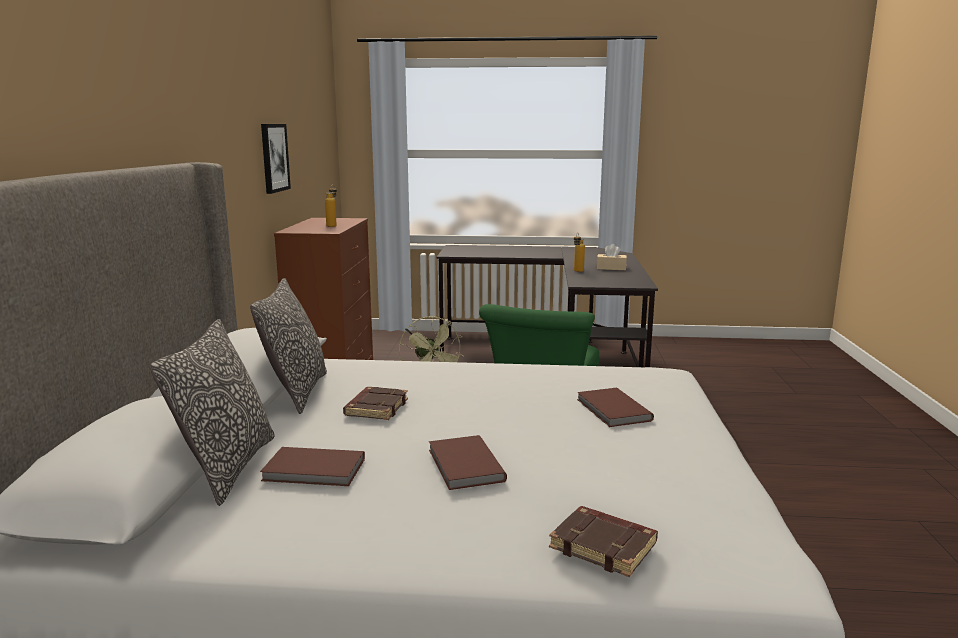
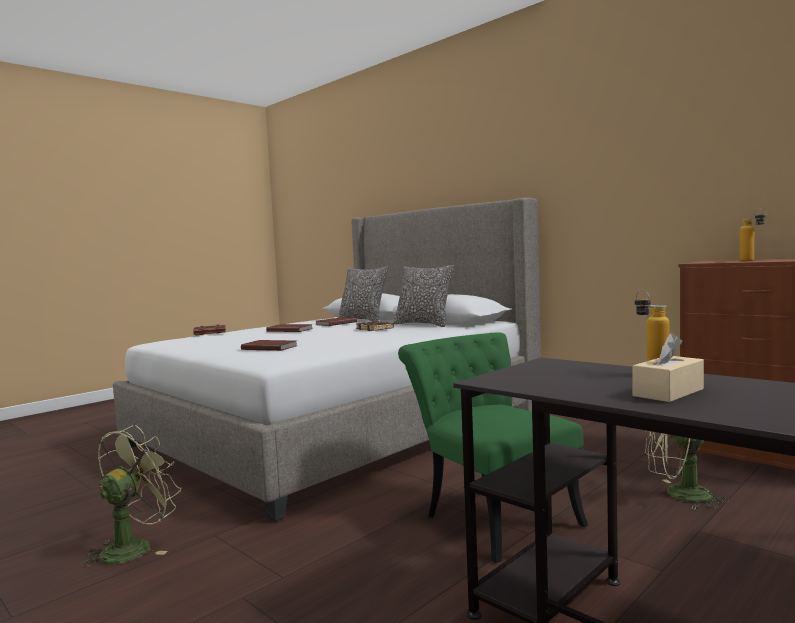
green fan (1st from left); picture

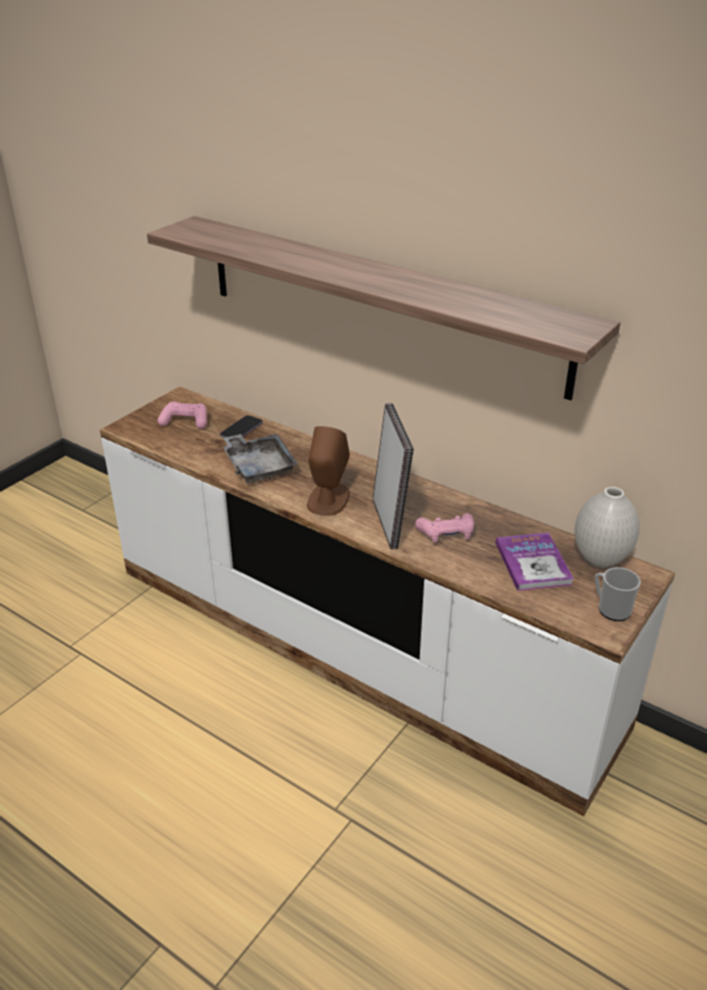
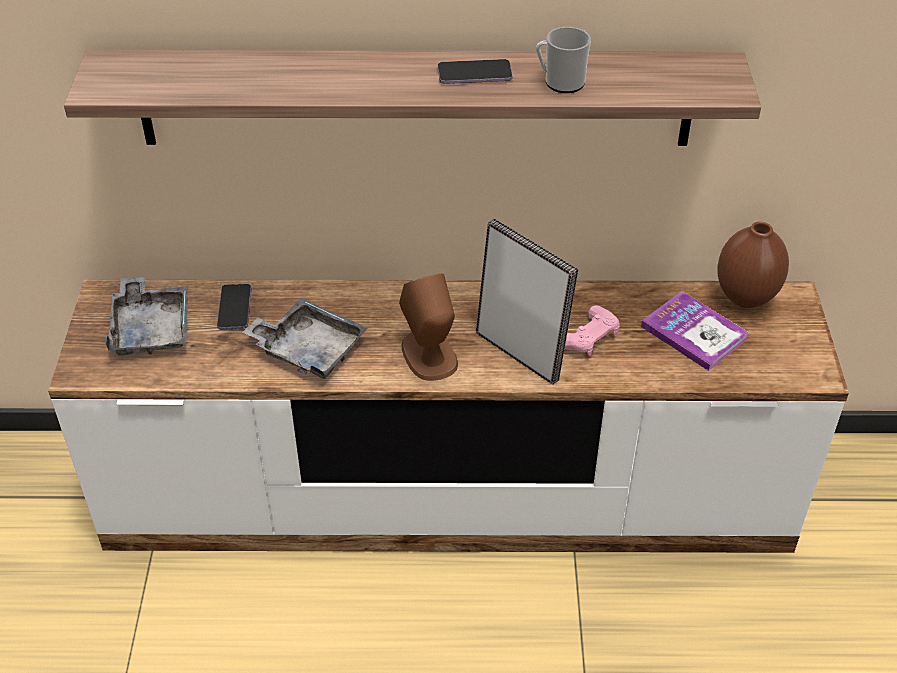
grey tray (1st from left); phone (2nd from left); mug; brown vase

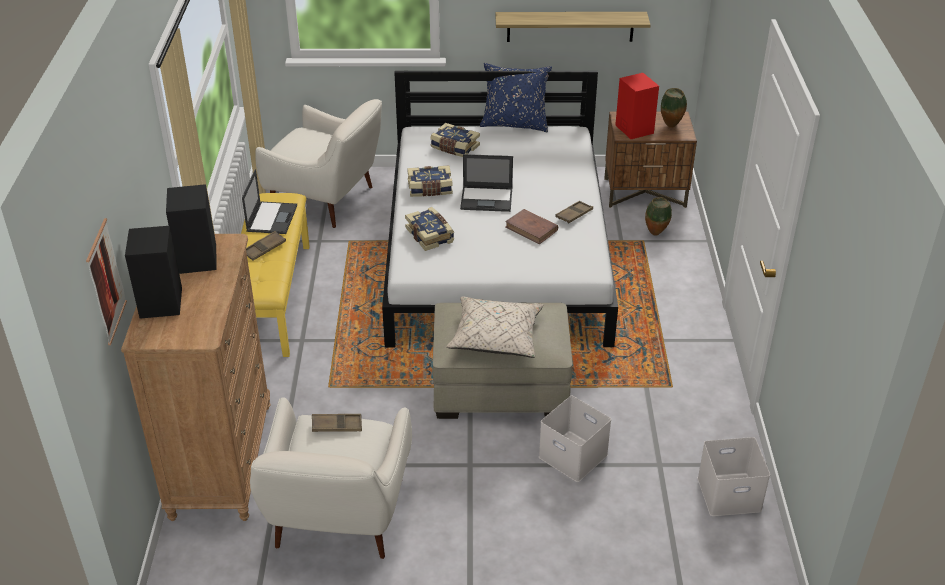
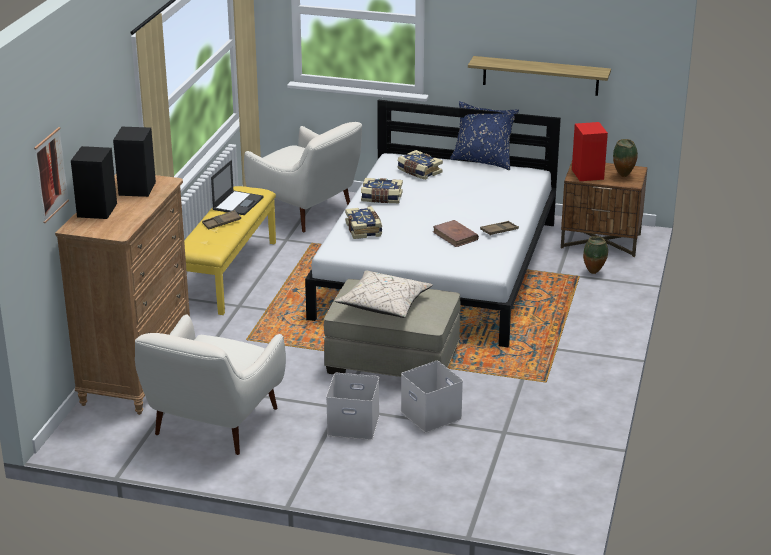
white storage box (1st from left); brown tray (2nd from left in the first image); laptop (2nd from left in the first image)

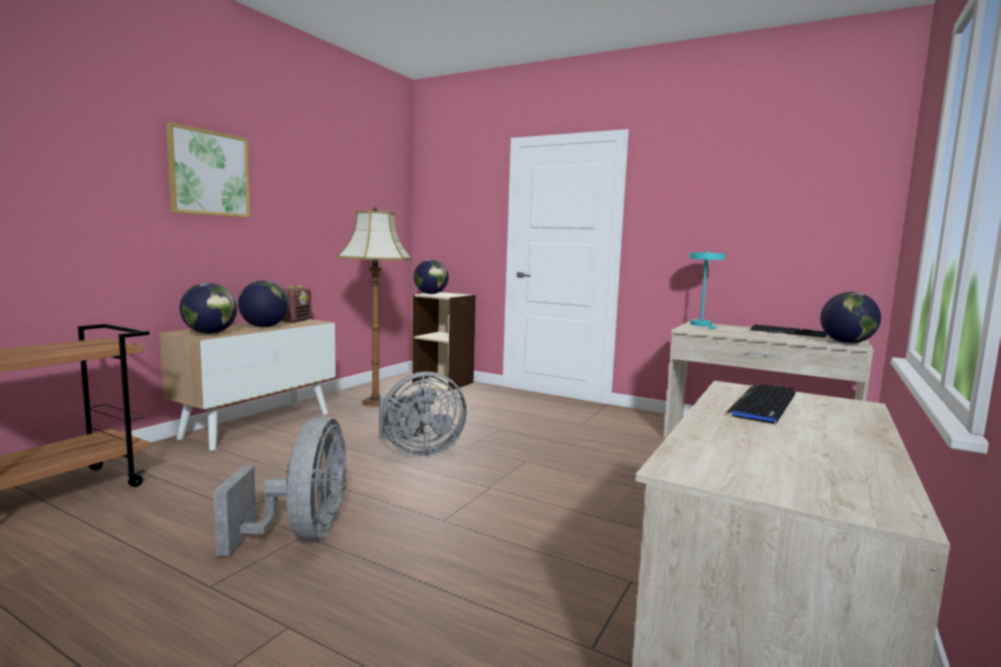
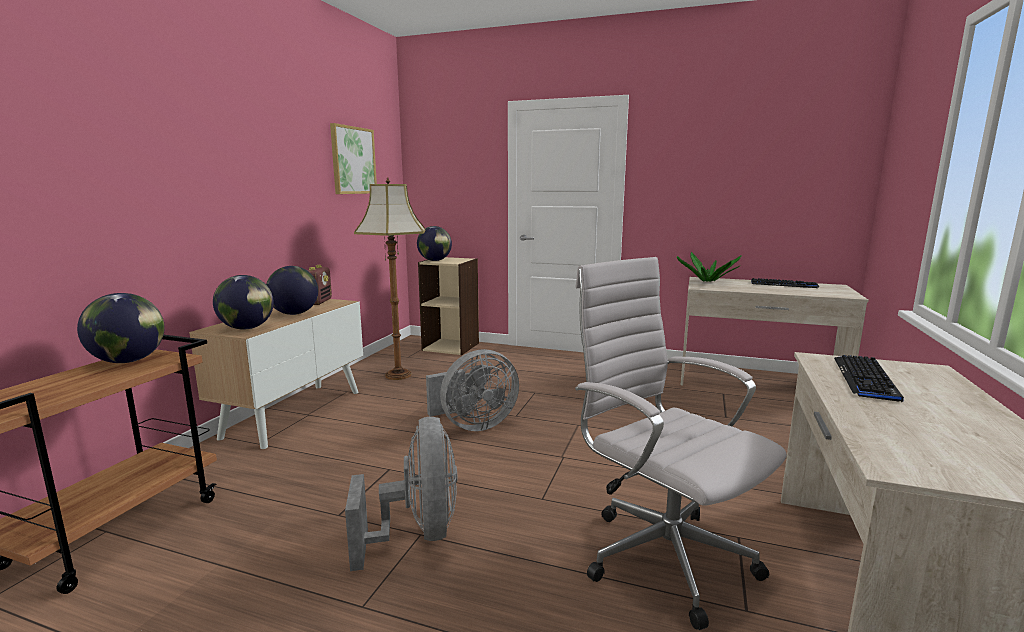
globe (1st from left); picture; white office chair; potted plant

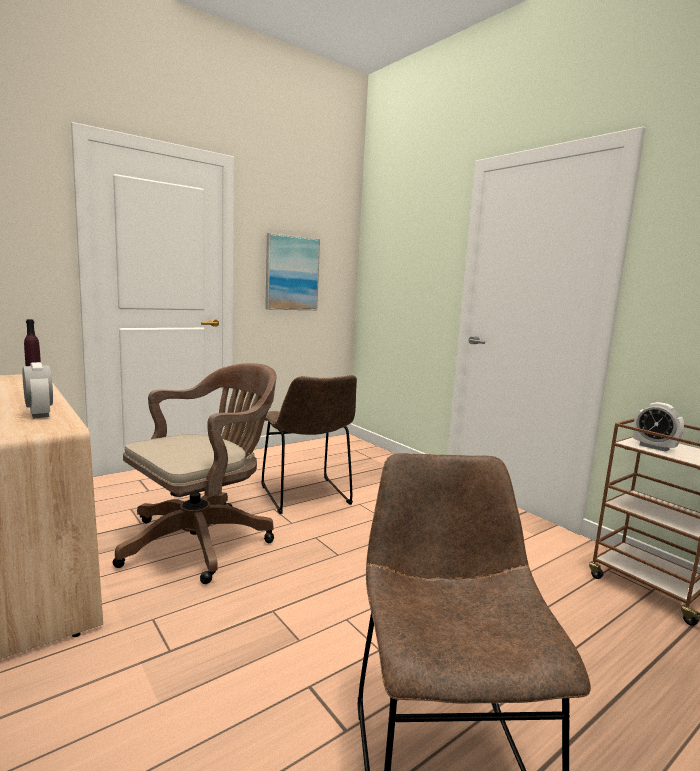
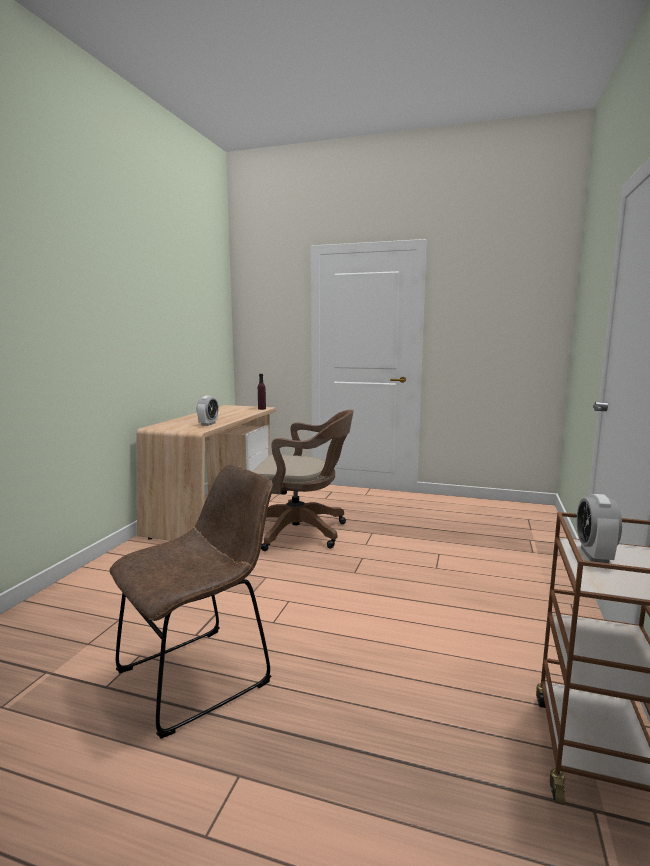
brown chair (1st from left in the first image); picture

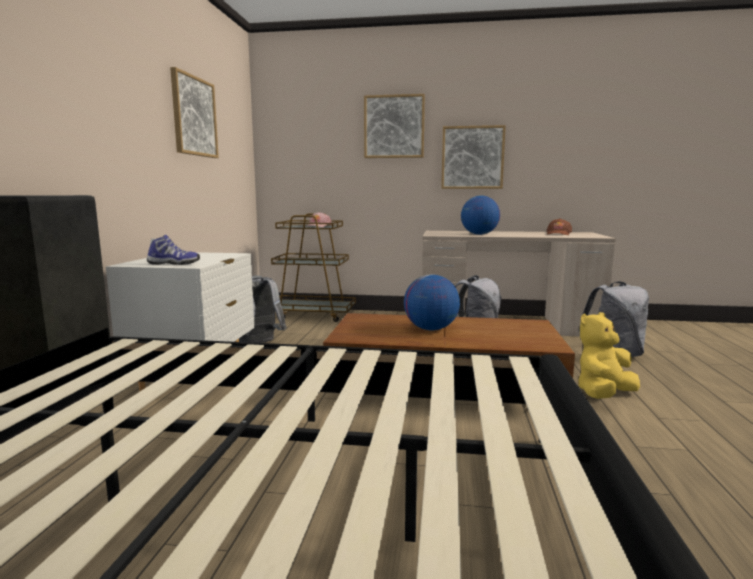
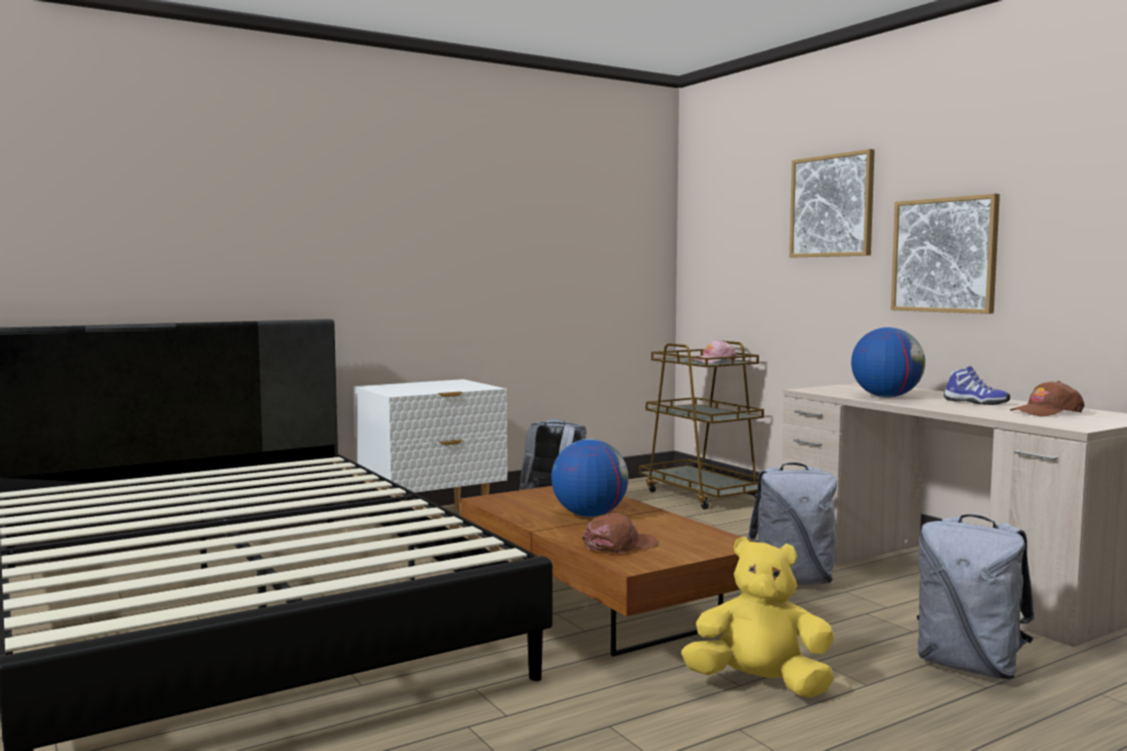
brown cap (1st from left); shoe; picture (1st from left in the first image)

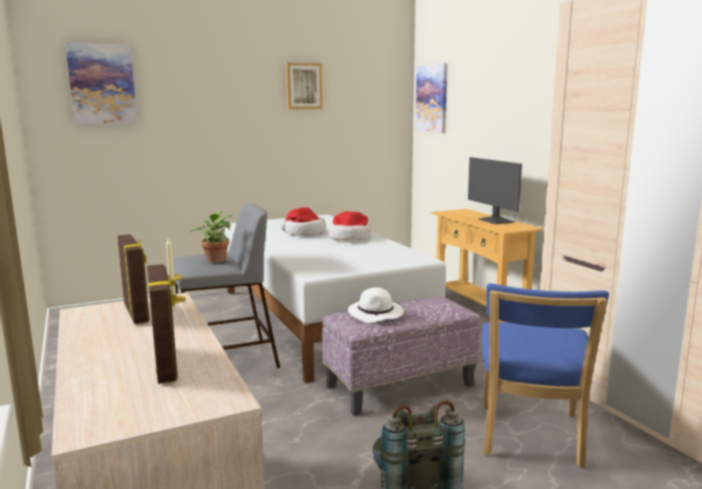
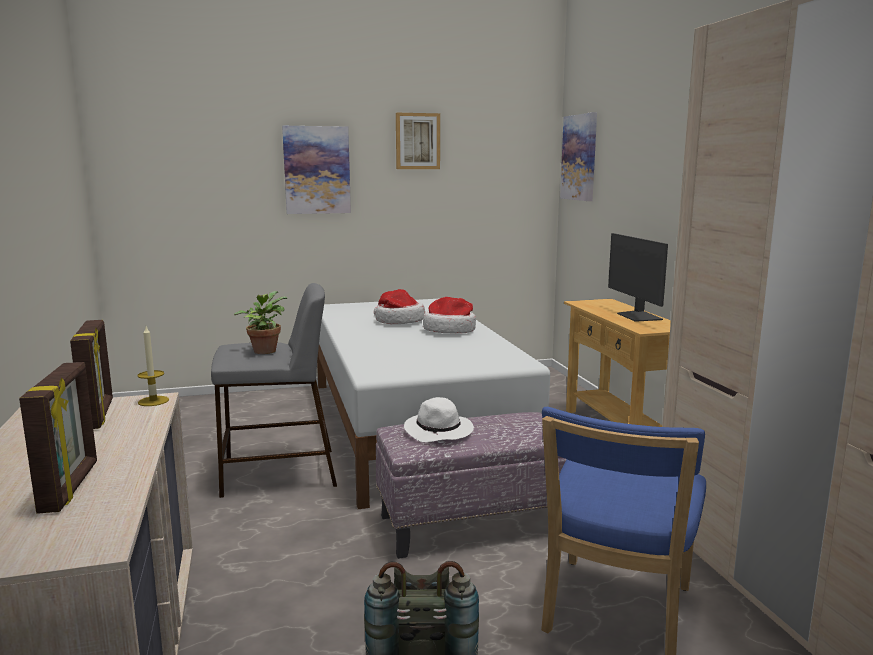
picture (1st from left)

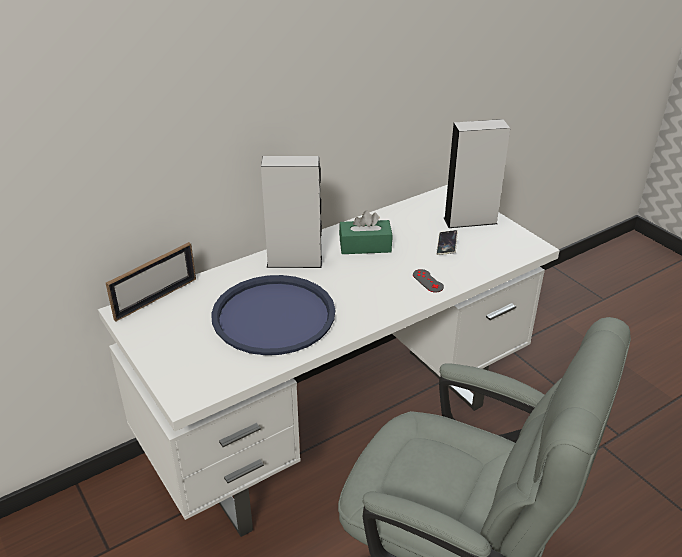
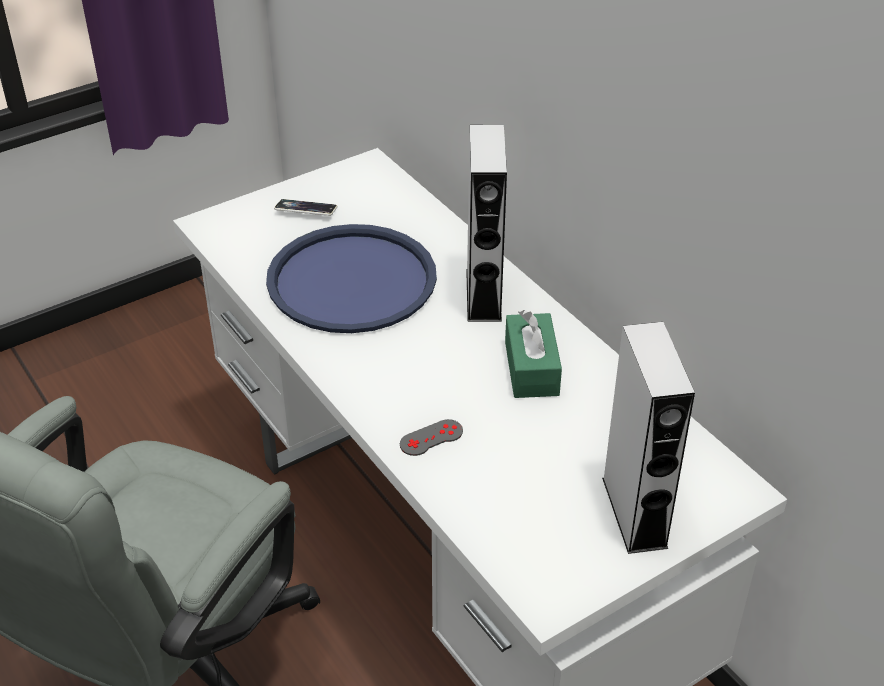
phone; picture frame

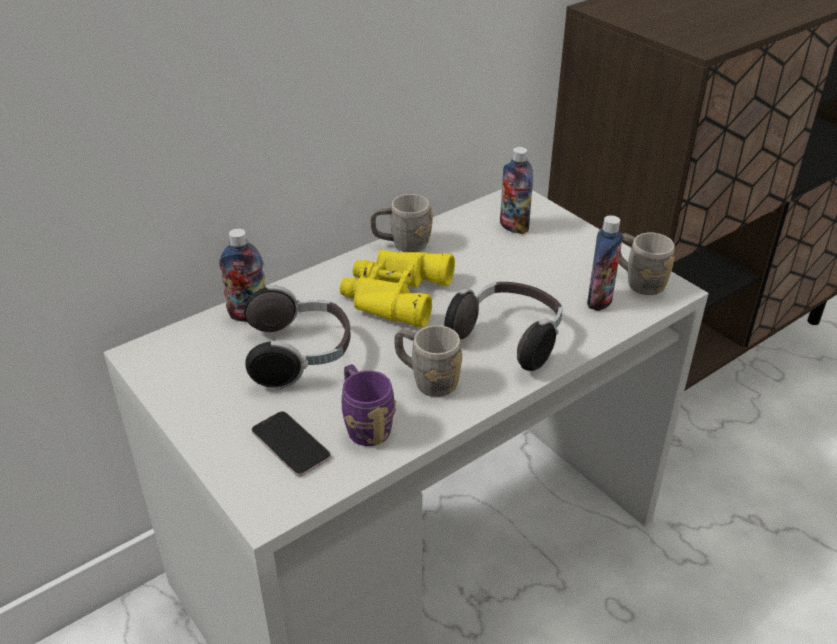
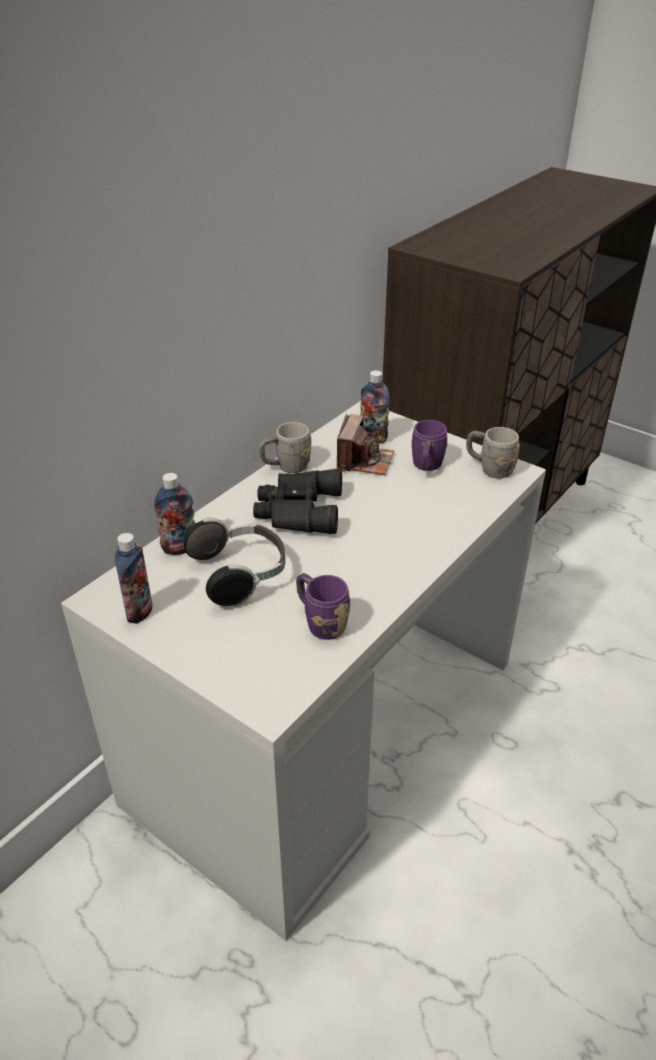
bottle (1st from left); black binoculars; photo camera; purple mug (2nd from left); phone; grey mug (2nd from left in the first image); headphones (2nd from left in the first image)

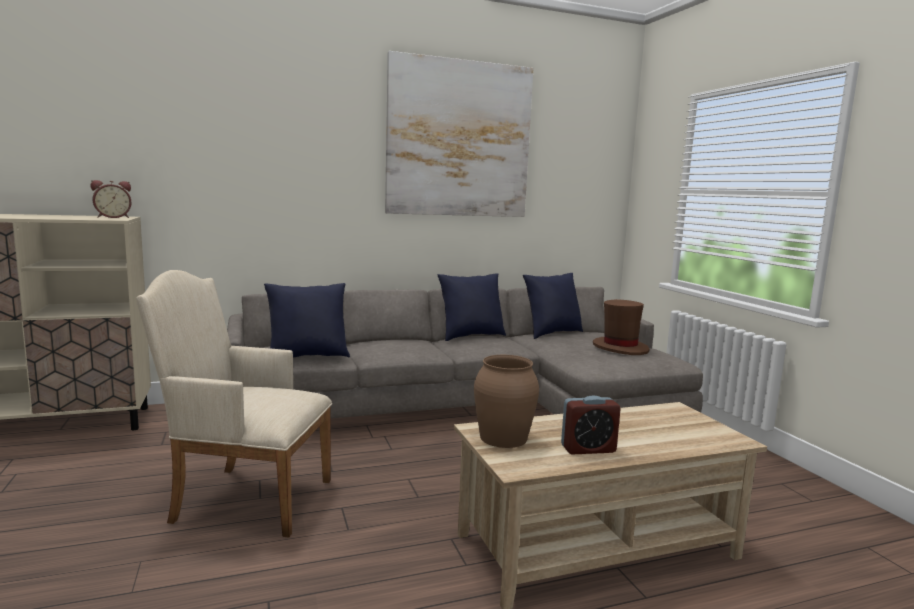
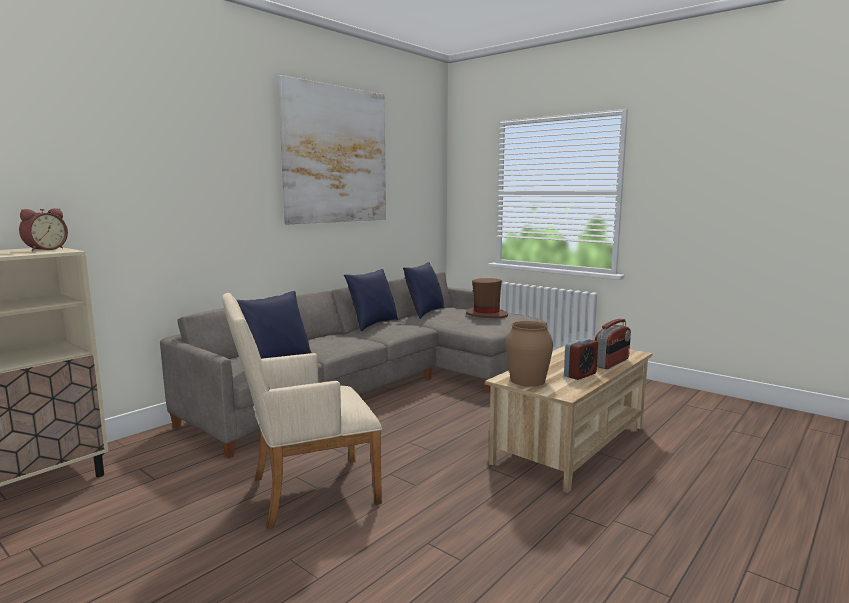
radio

